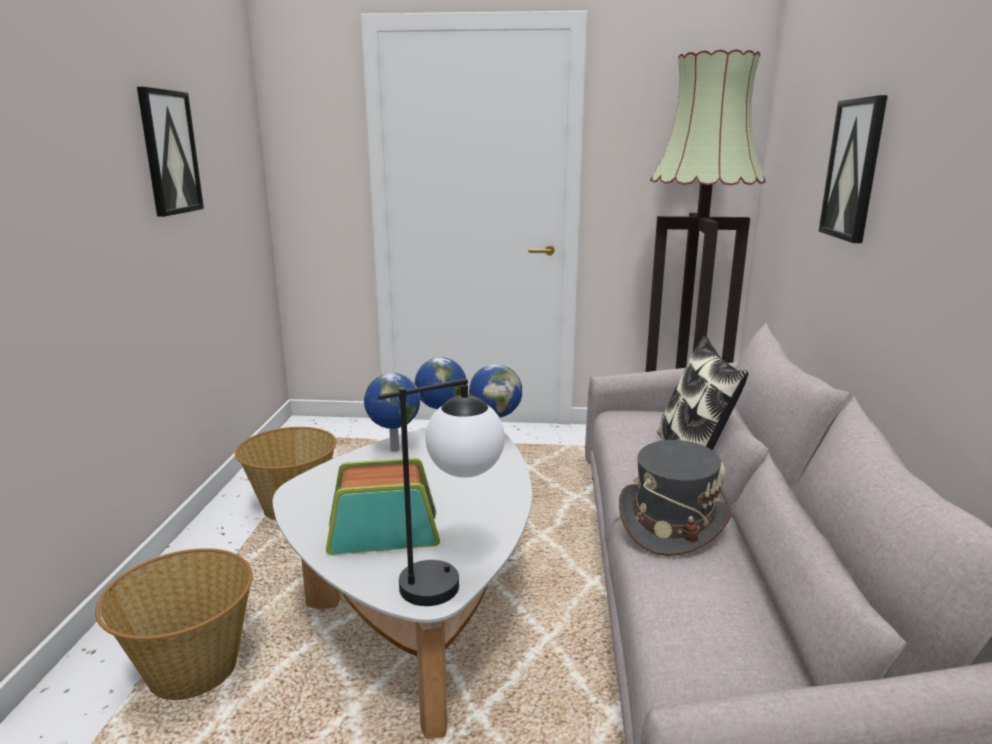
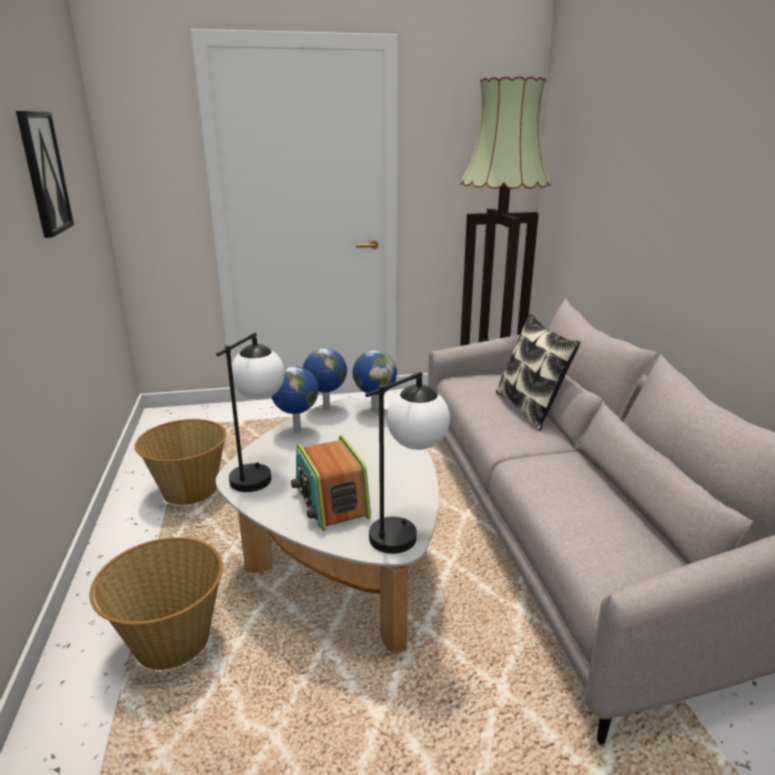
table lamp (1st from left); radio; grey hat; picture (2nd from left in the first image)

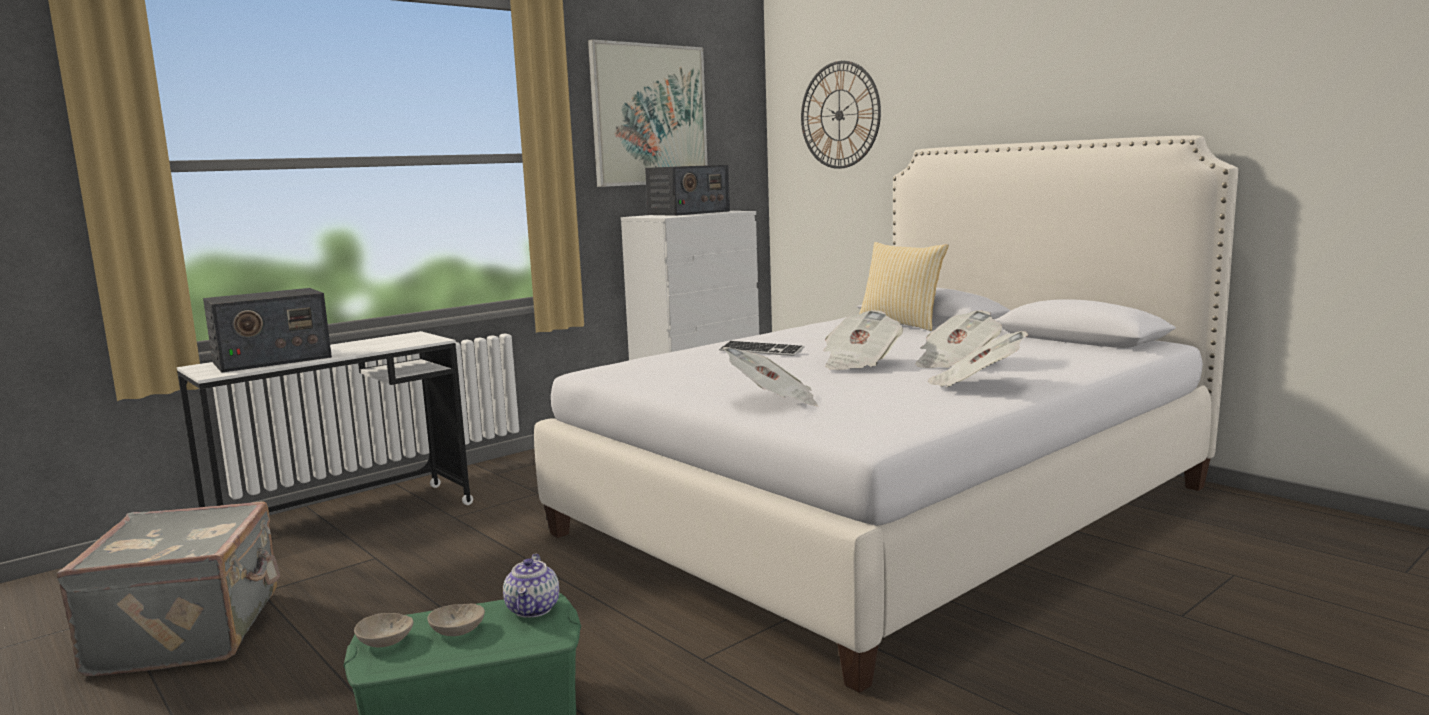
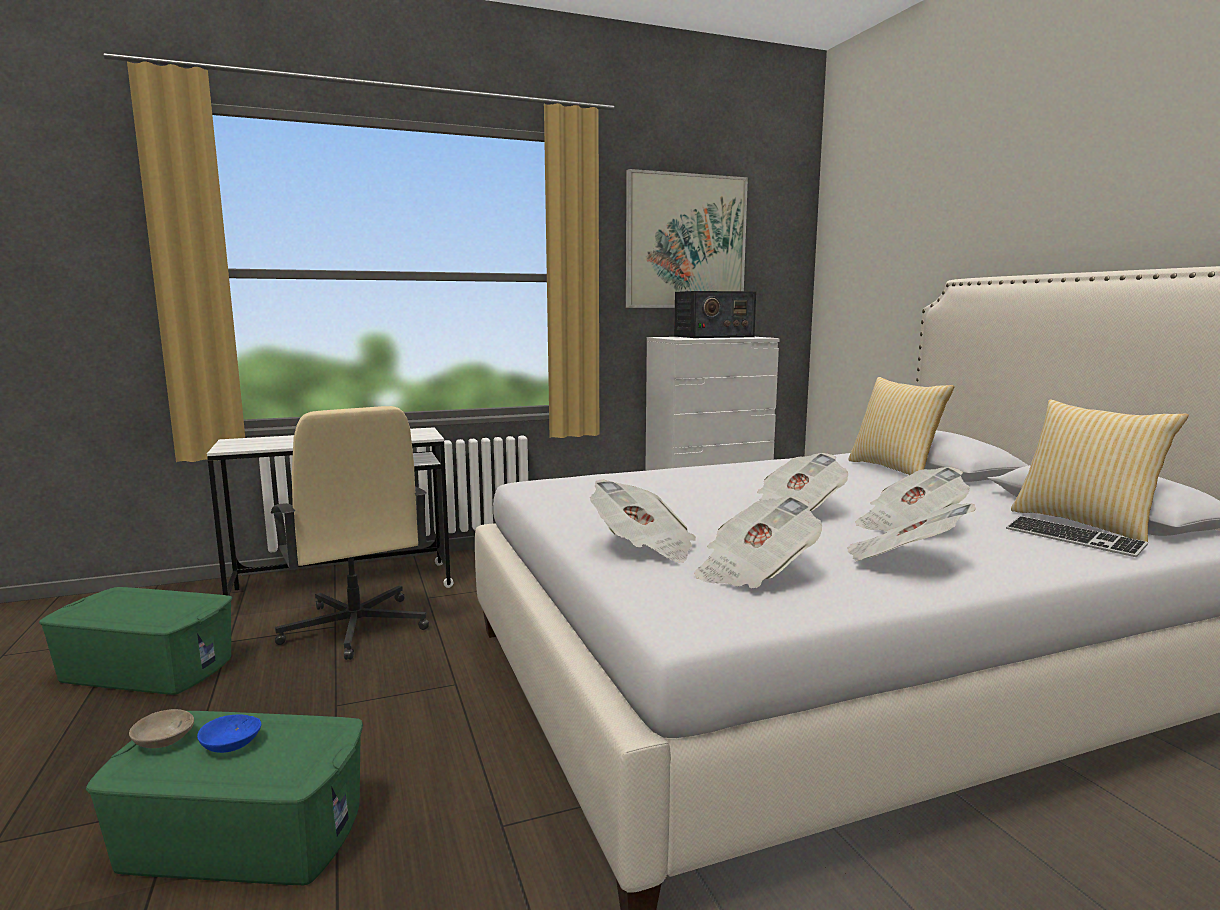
green storage box (1st from left); blue bowl; beige office chair; newspaper (2nd from left); keyboard; pillow (2nd from left); radio (1st from left in the first image); teapot; wall clock

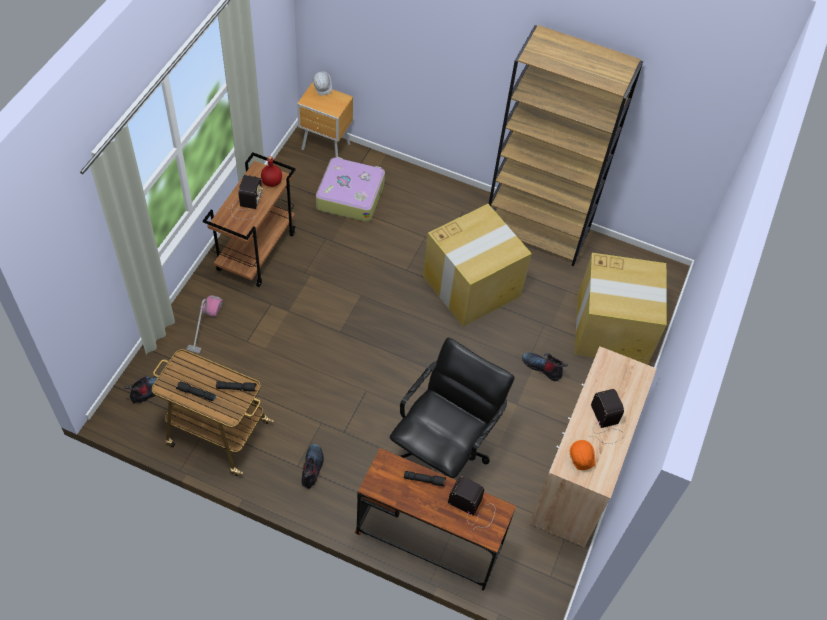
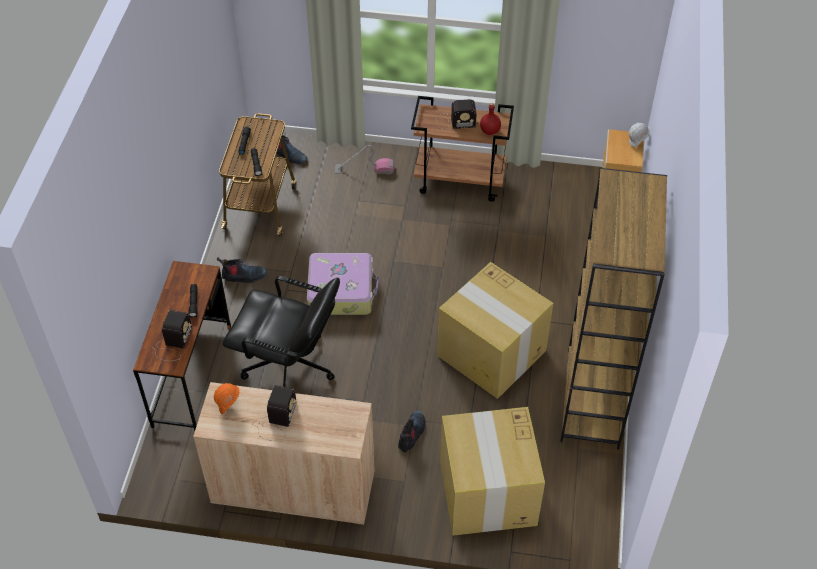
radio (2nd from left); suitcase

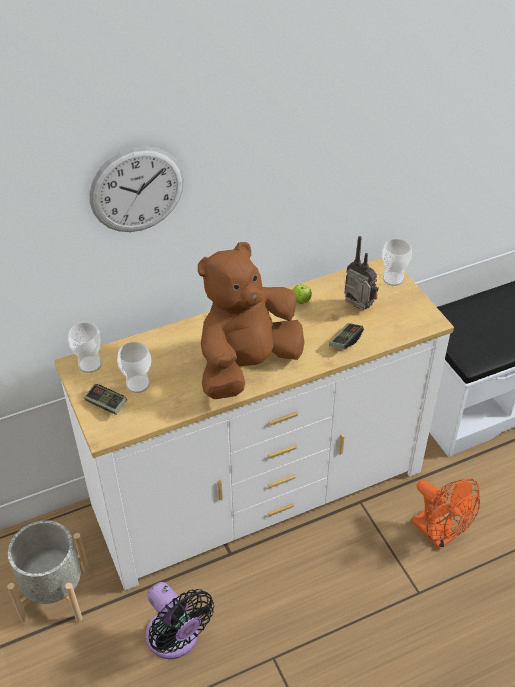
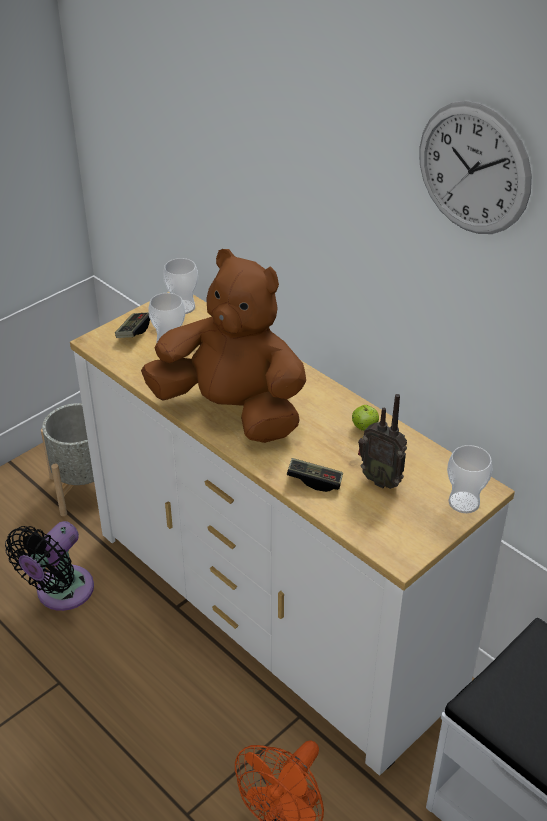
radio; wall clock

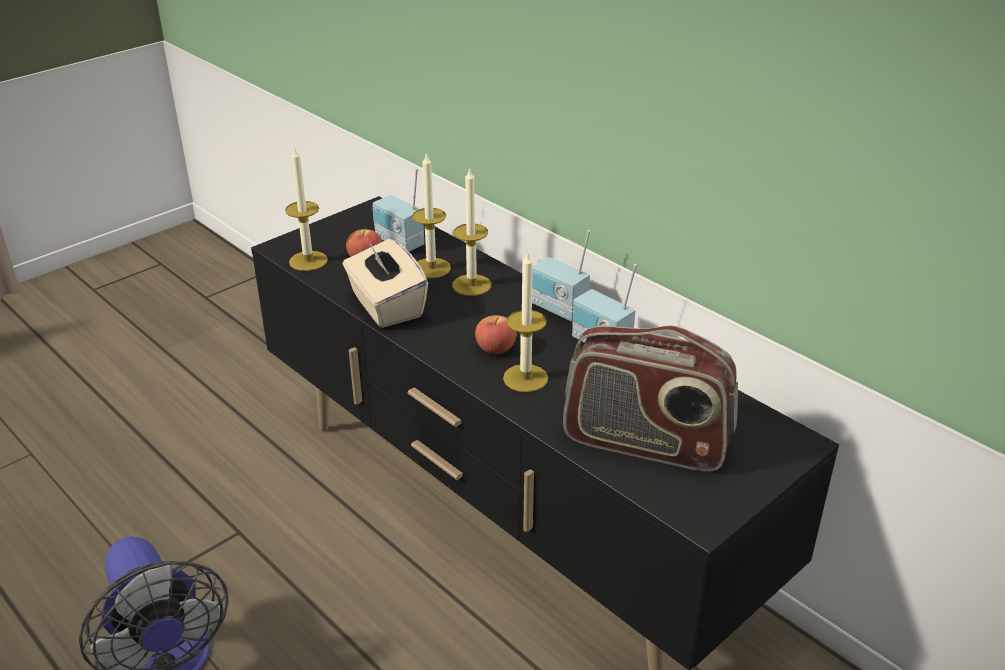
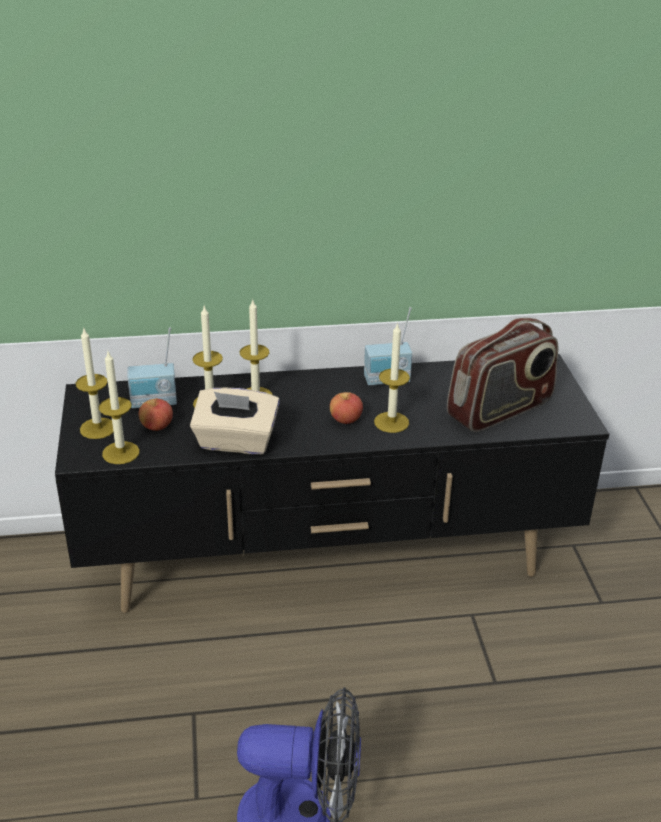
candle (1st from left); radio (2nd from left in the first image)

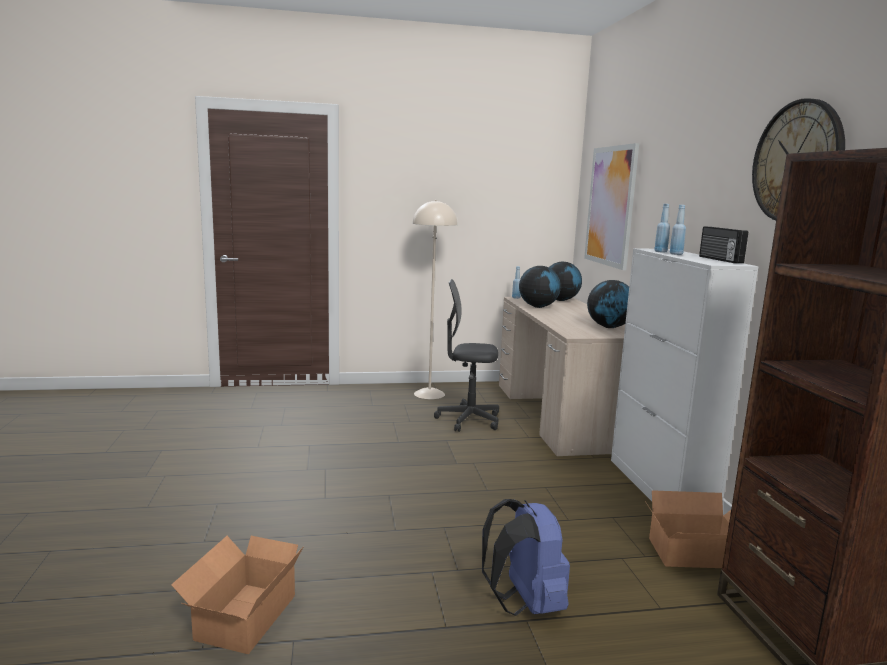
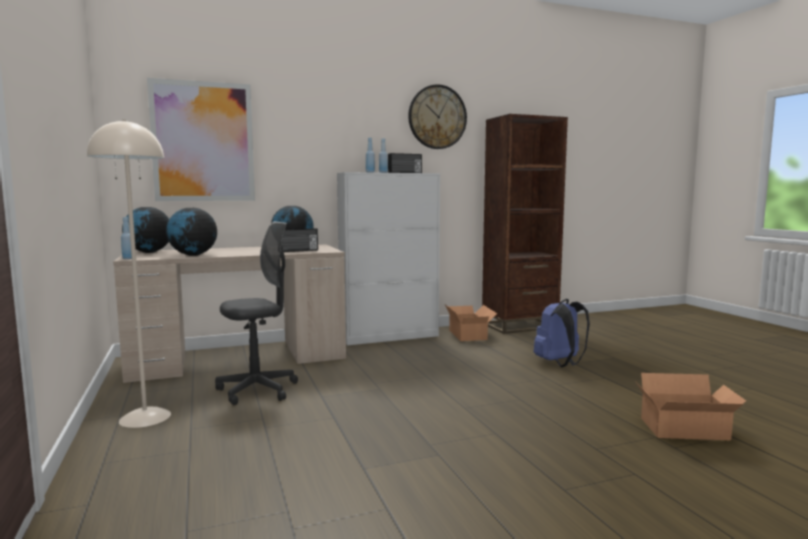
grey office chair; radio (1st from left)

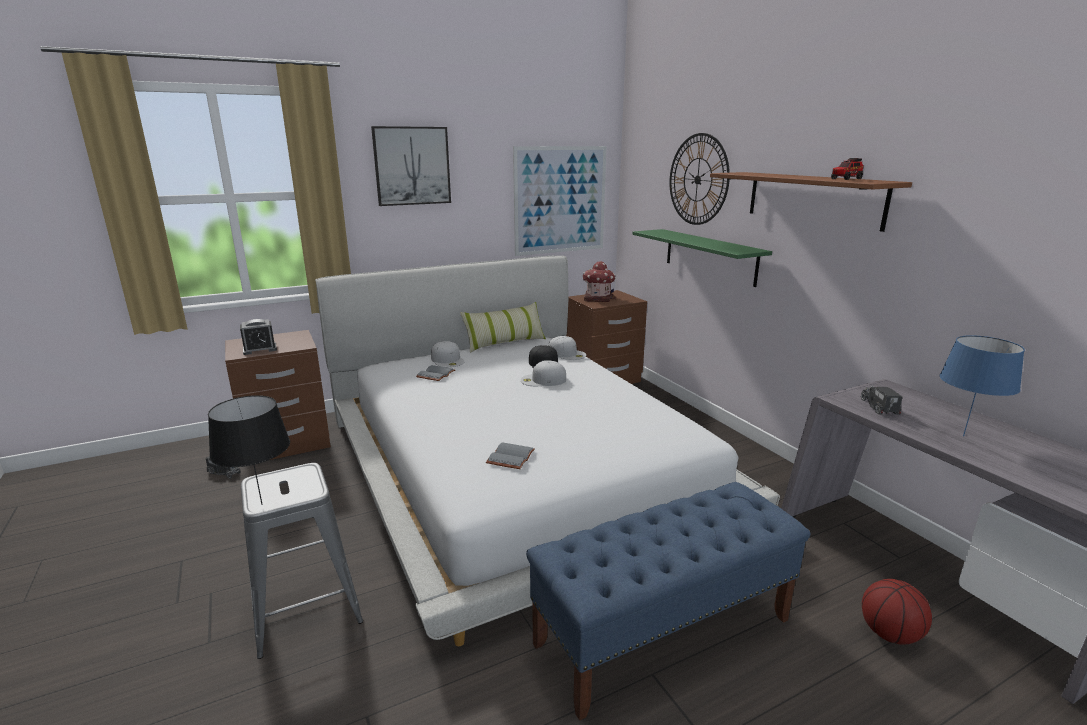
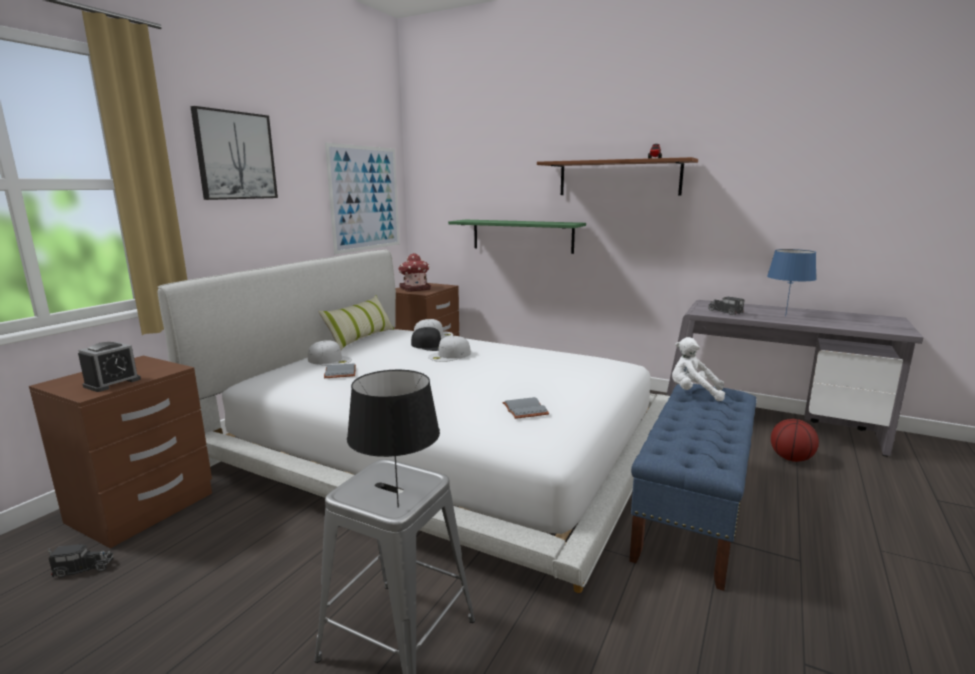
white plush toy; wall clock

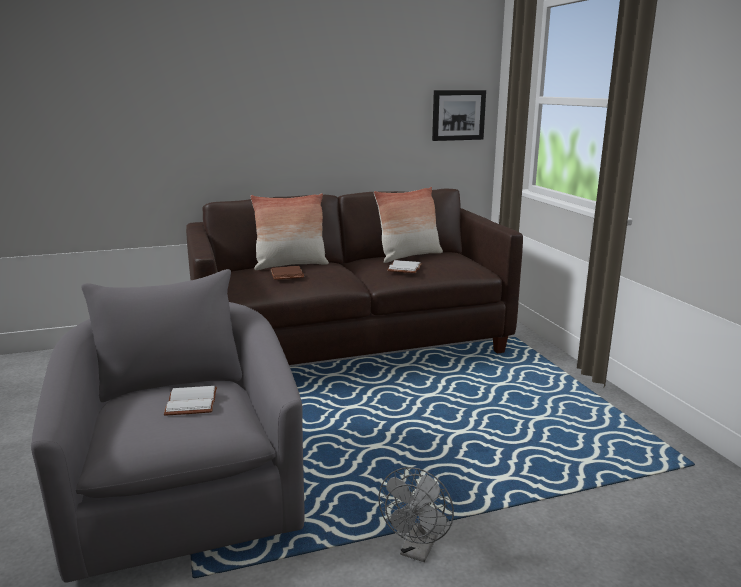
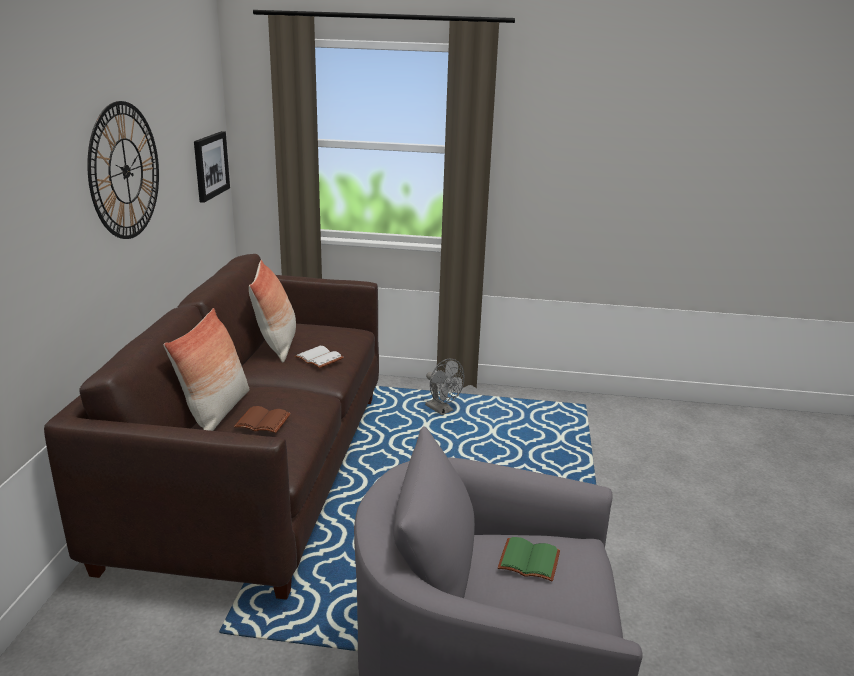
wall clock; grey fan; green book

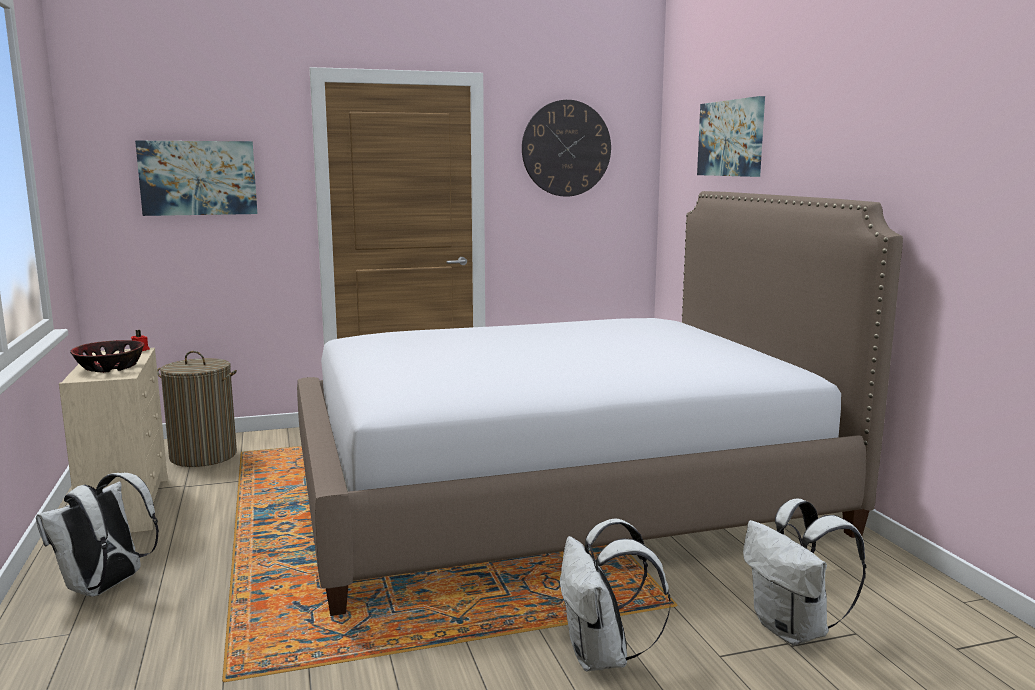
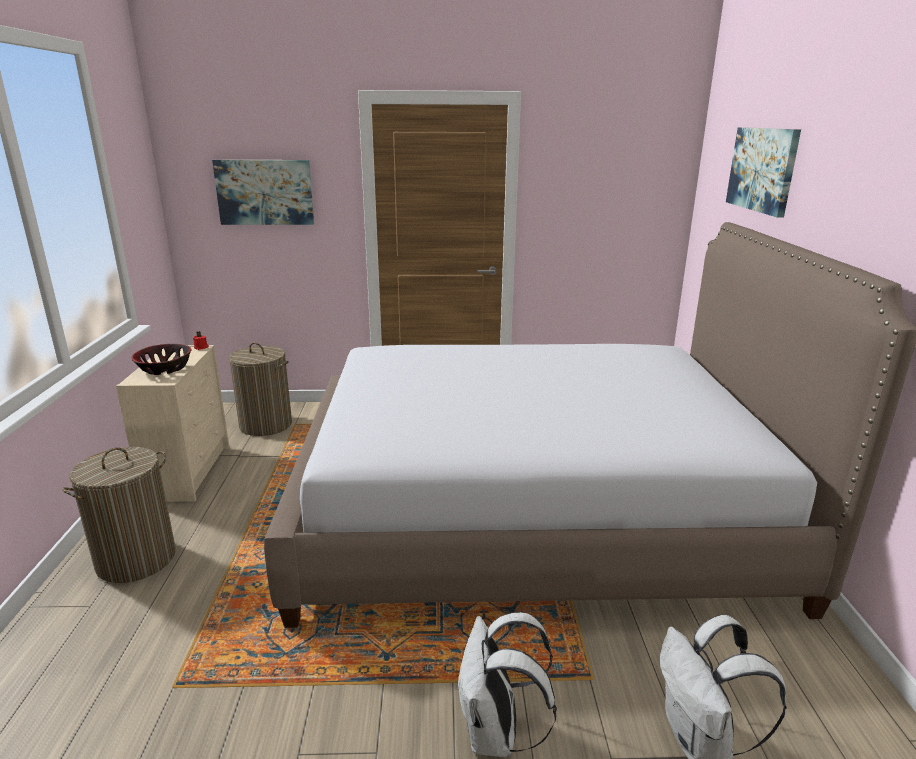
laundry basket (1st from left); wall clock

